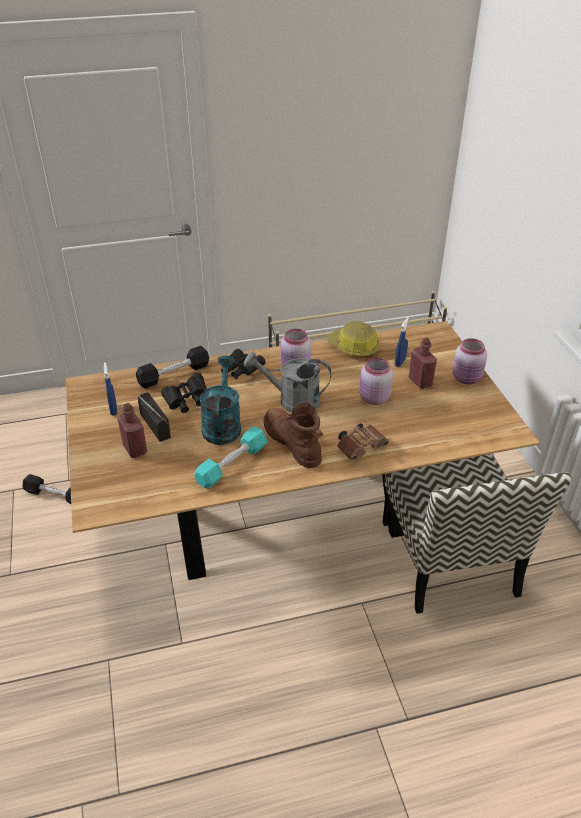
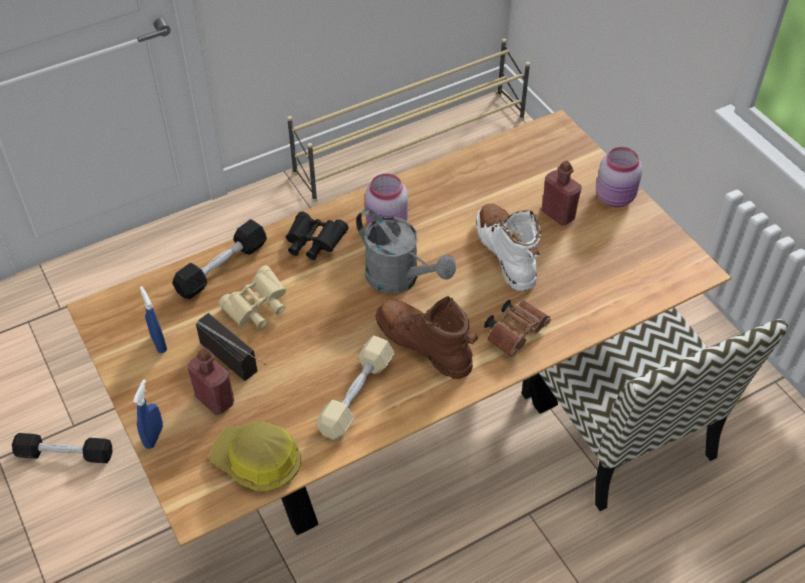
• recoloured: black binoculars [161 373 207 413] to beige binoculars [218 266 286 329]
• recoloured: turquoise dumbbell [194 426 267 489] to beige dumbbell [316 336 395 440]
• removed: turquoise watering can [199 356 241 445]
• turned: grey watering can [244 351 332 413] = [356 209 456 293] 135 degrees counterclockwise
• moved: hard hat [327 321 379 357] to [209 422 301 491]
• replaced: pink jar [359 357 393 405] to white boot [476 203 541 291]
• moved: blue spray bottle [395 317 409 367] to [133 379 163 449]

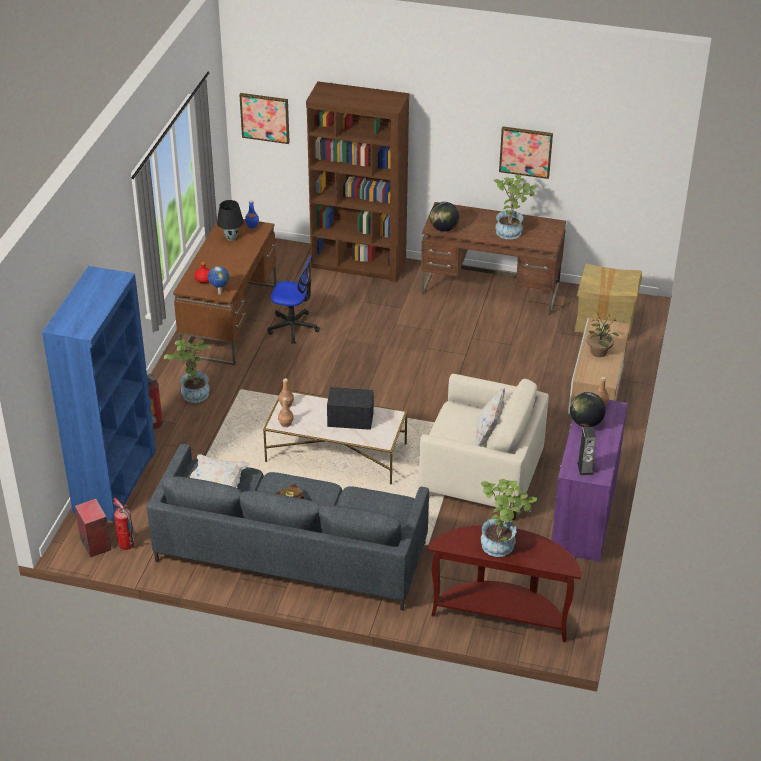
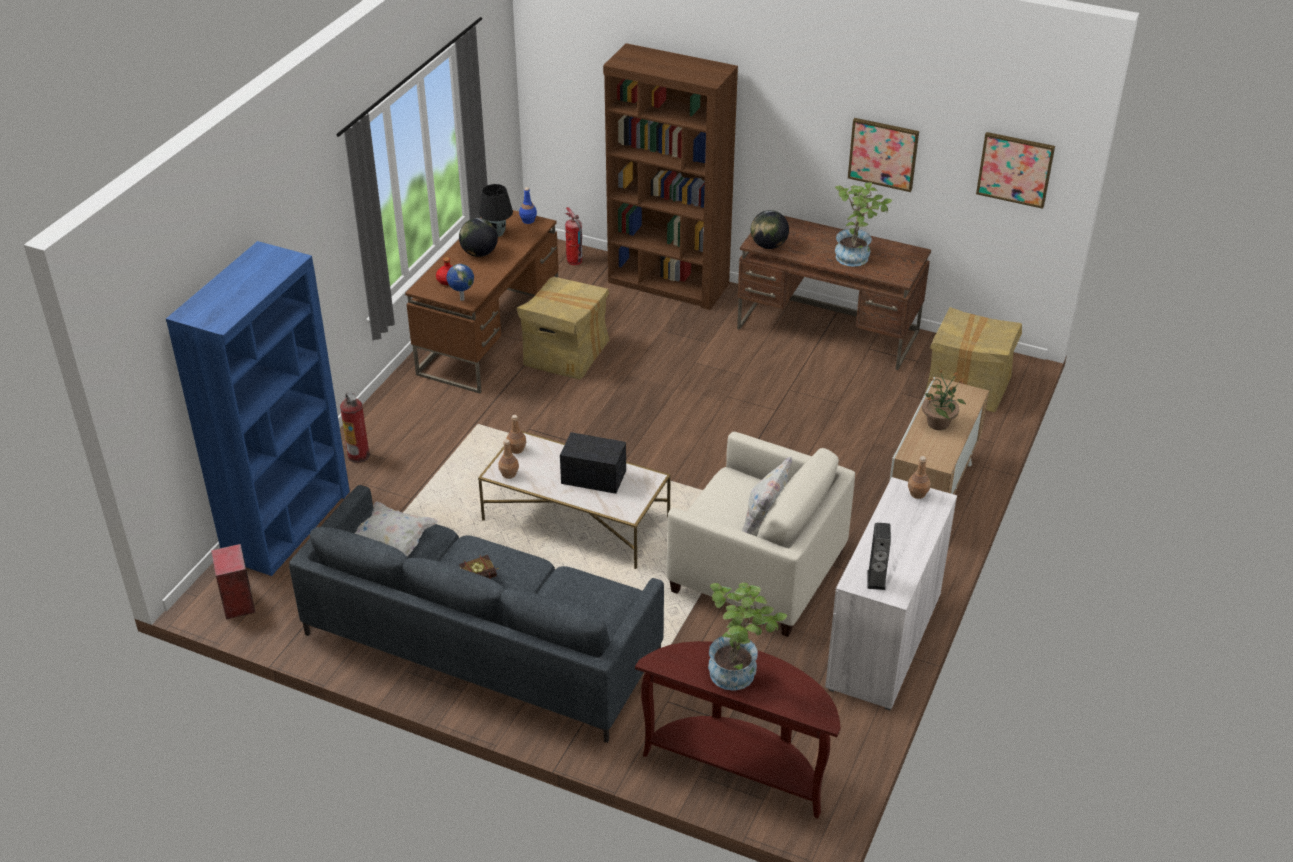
• moved: fire extinguisher [113 498 134 550] to [565 207 582 265]
• removed: potted plant [164 339 211 403]
• moved: picture [239 93 290 144] to [976 132 1055 209]
• replaced: office chair [268 255 320 344] to cardboard box [517 277 609 380]
• recoloured: purple cabinet [551 400 628 563] to white cabinet [825 477 957 710]
• moved: globe [570 392 606 427] to [459 218 498 257]

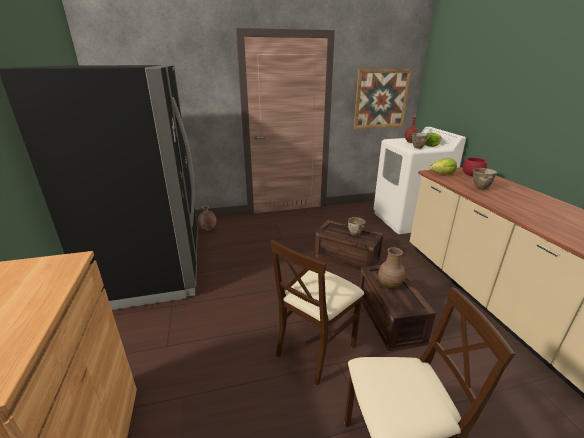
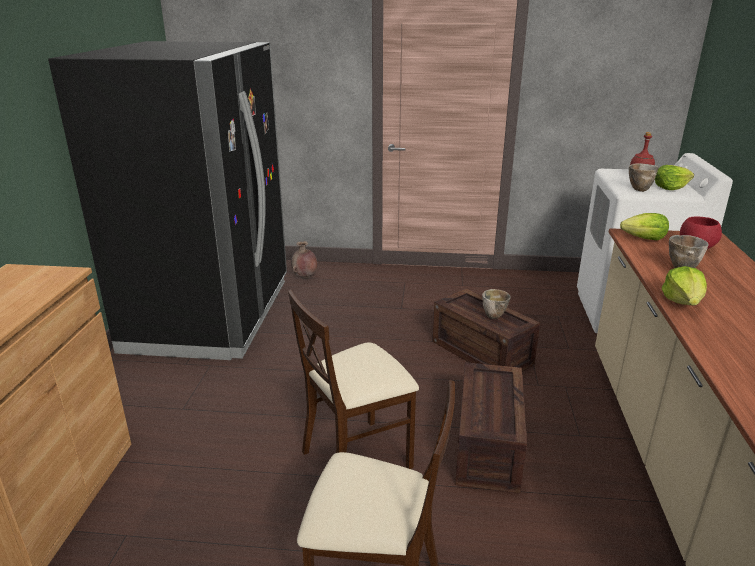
• removed: picture [353 69 412 129]
• removed: brown vase [378 247 405 289]
• added: lettuce [662 266 707 305]

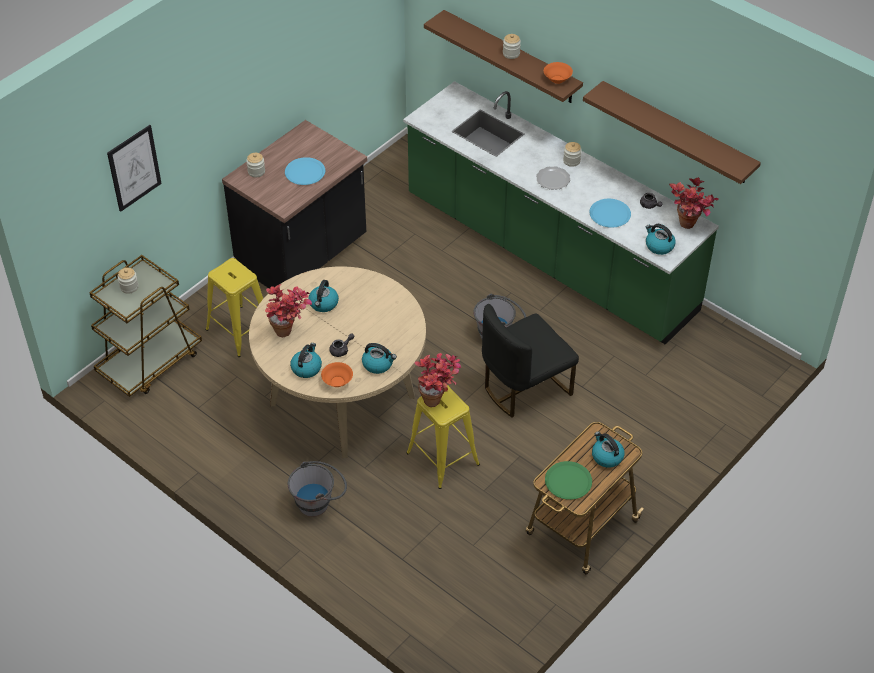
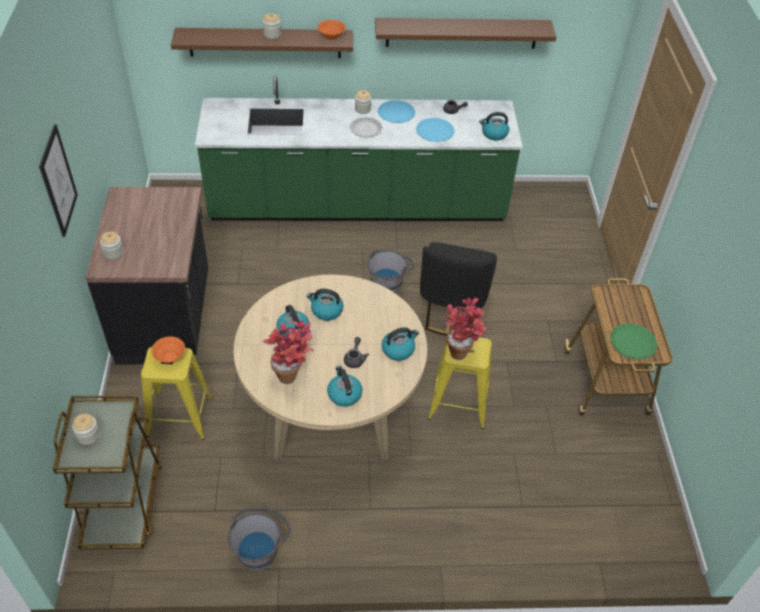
• moved: picture [107 125 162 212] to [39 124 78 237]
• moved: blue plate [285 157 325 185] to [378 100 415 123]
• moved: grey bucket [288 461 347 517] to [228 507 290 571]
• moved: orange bowl [321 362 353 387] to [151 336 185 363]
• moved: kettle [592 432 625 468] to [306 289 344 321]
• removed: potted plant [669 177 719 229]

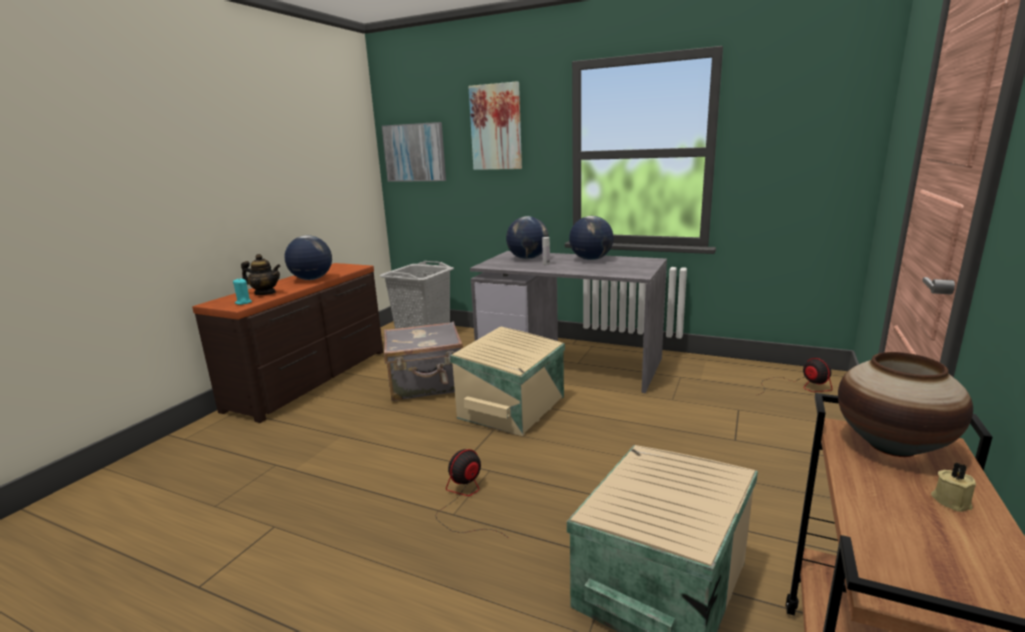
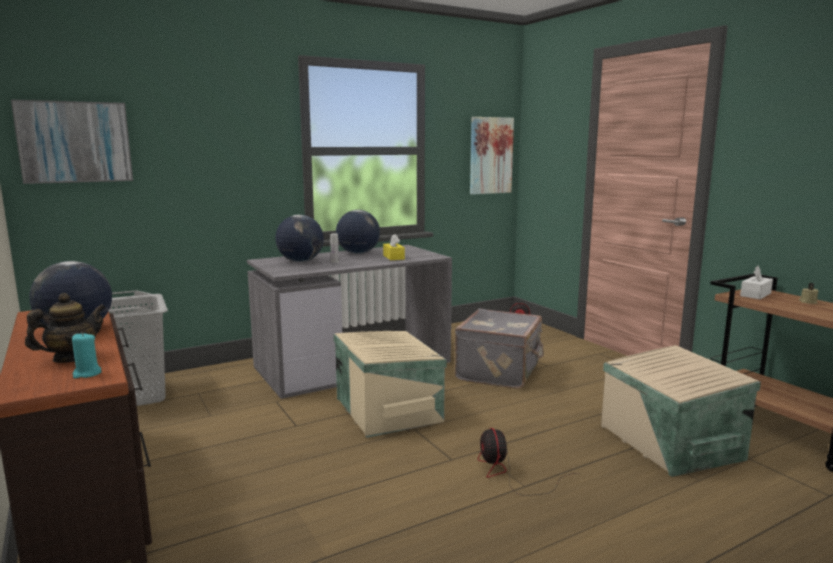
• moved: grey suitcase [384 322 463 401] to [455 309 544 389]
• moved: picture [468 81 522 170] to [470 117 514 195]
• replaced: vase [838 352 973 457] to white tissue box [740 266 773 299]
• added: yellow tissue box [383 234 405 260]

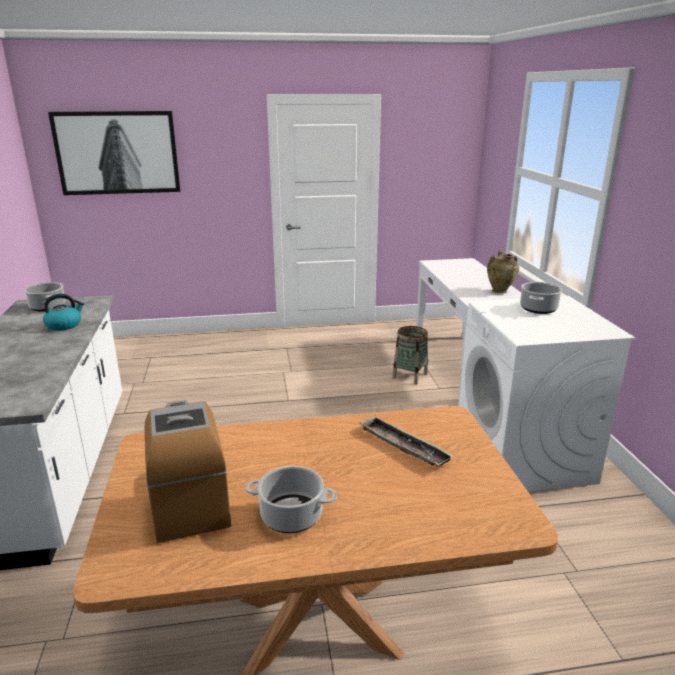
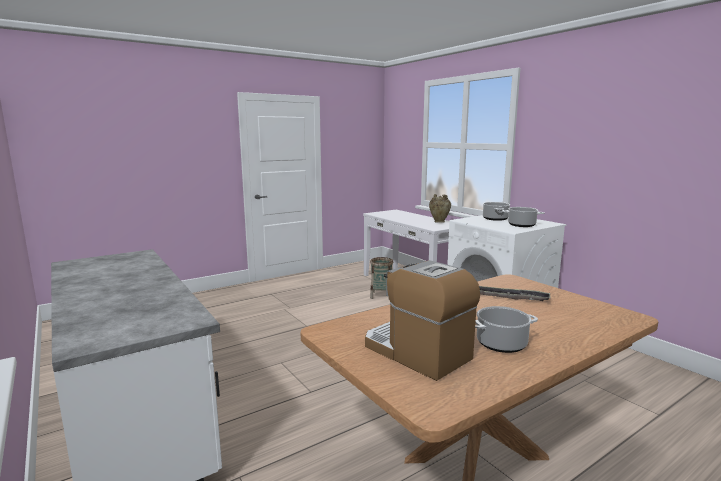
• moved: cooking pot [24 282 65 312] to [502 207 545 227]
• removed: kettle [43 294 84 331]
• removed: picture [48 111 180 195]

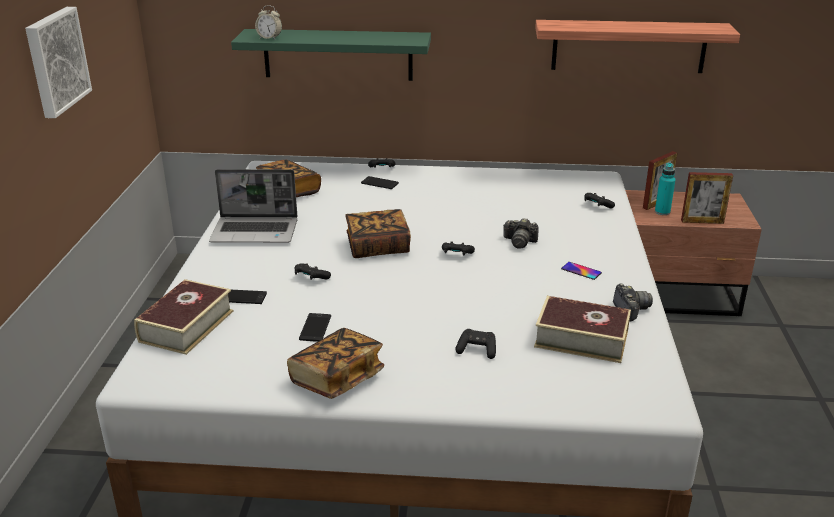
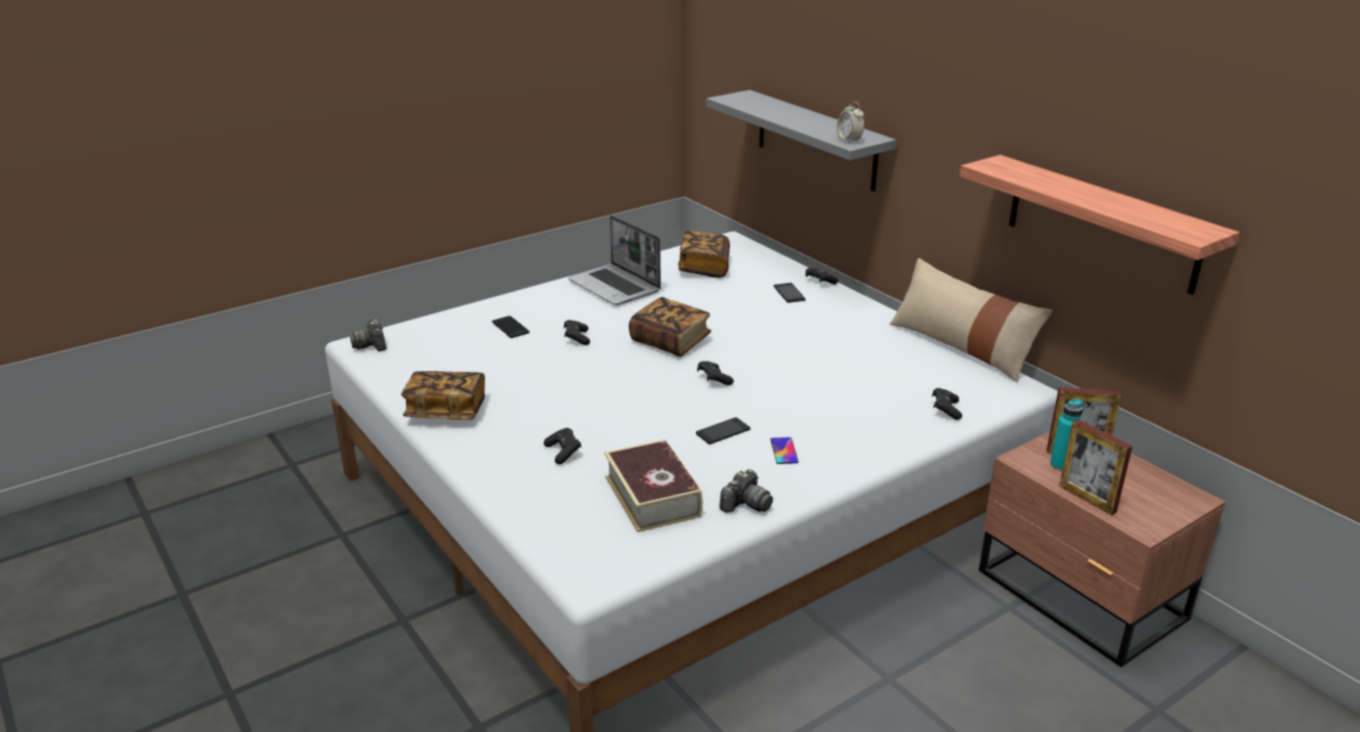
• removed: picture [25 7 92 118]
• removed: book [134 279 234 355]
• recoloured: green shelf [231 29 431 81] to grey shelf [706 90 896 192]
• moved: alarm clock [255 5 282 39] to [837 102 864 144]
• moved: phone [299 313 331 342] to [696 417 750 444]
• moved: photo camera [503 218 539 249] to [349 319 387 352]
• added: beige pillow [890 258 1053 382]

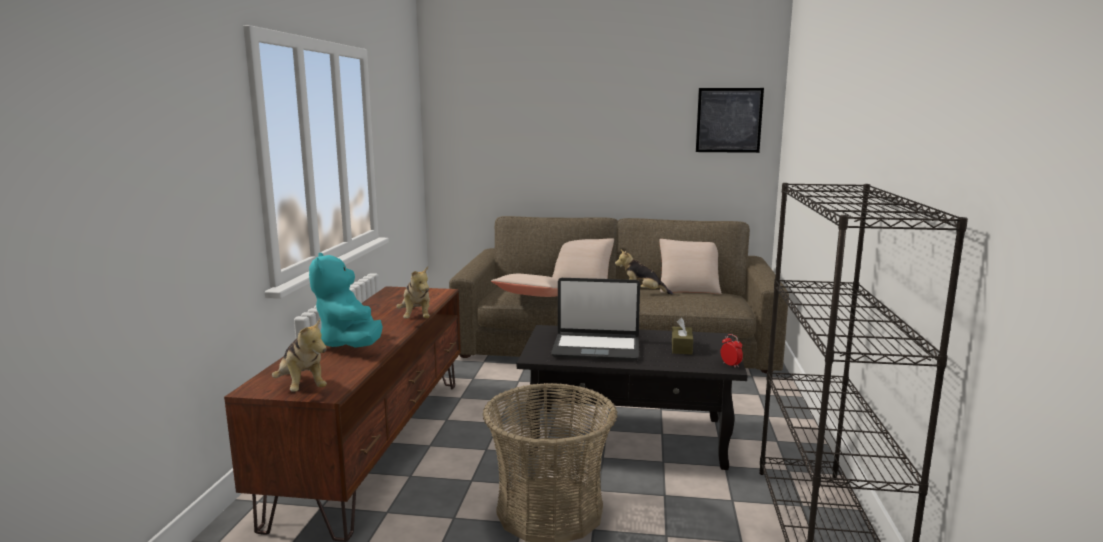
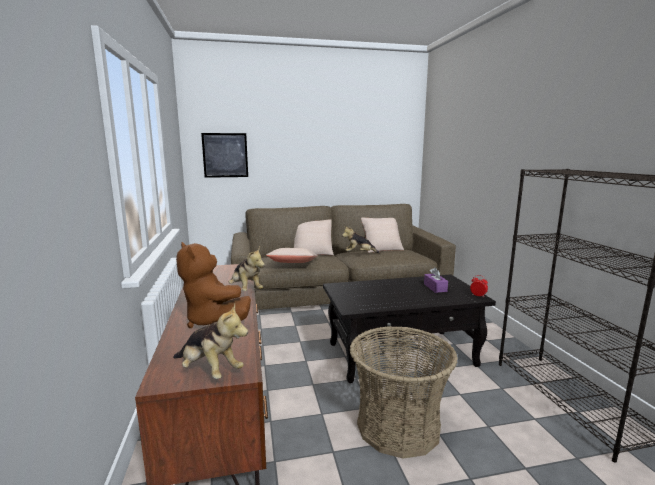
• recoloured: turquoise plush toy [309 253 383 347] to brown plush toy [176 242 251 328]
• removed: laptop [551 278 640 361]
• recoloured: brown tissue box [672 318 693 355] to purple tissue box [424 267 448 293]
• moved: picture [696 88 764 153] to [201 133 248 178]

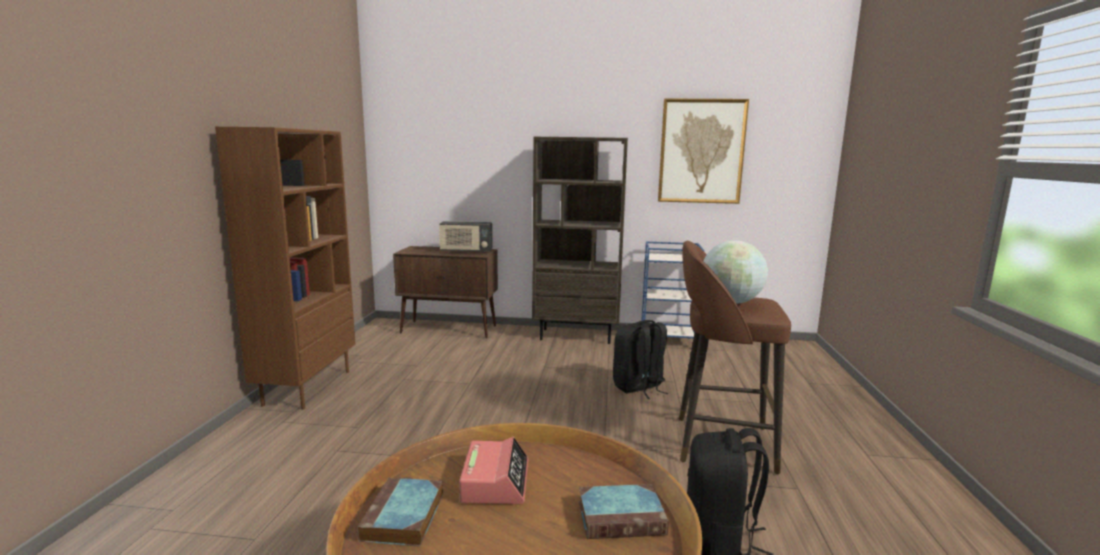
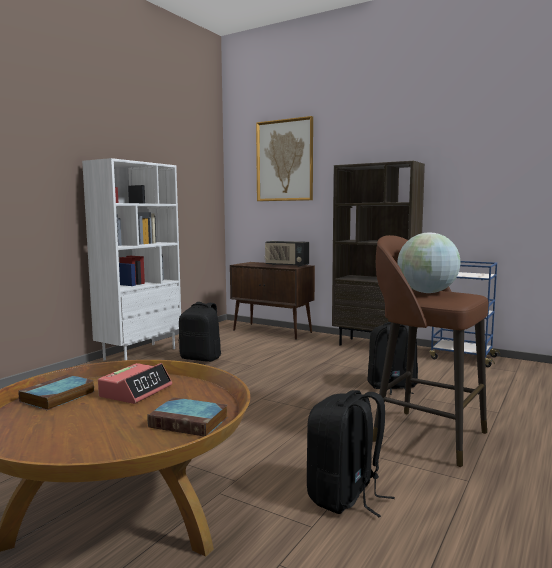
• recoloured: brown bookcase [215 127 355 410] to white bookcase [82 158 181 361]
• moved: picture [658 98 749 204] to [256 116 313 201]
• added: black backpack [179 302 221 362]

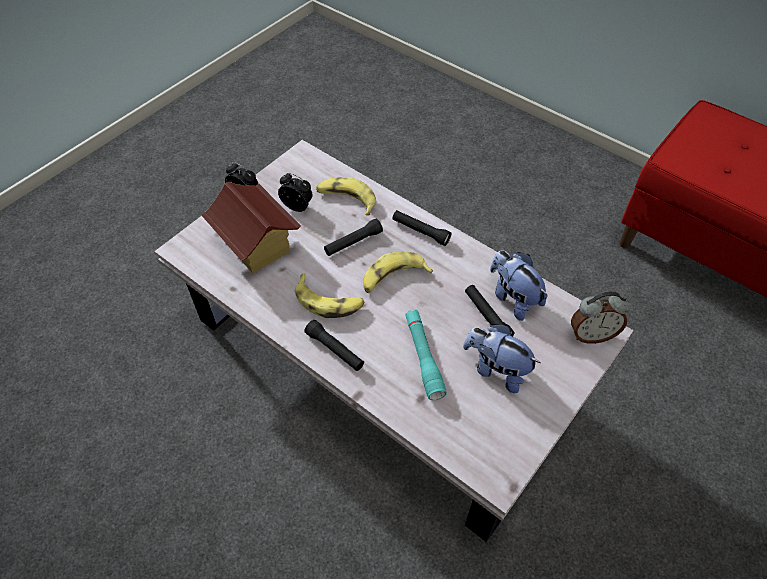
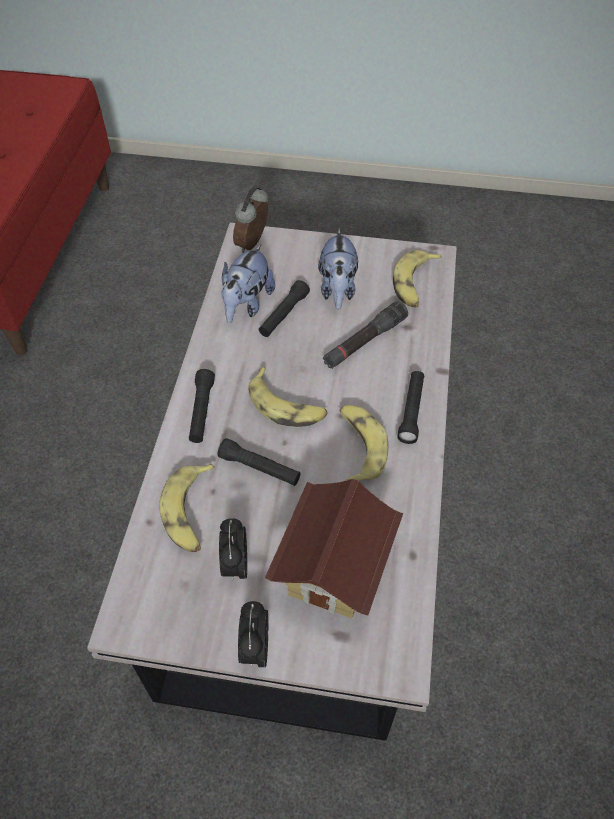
• recoloured: turquoise flashlight [405 310 447 400] to black flashlight [323 301 408 369]
• turned: alarm clock [571 291 629 344] = [233 186 268 253] 120 degrees counterclockwise
• added: banana [393 250 442 308]

